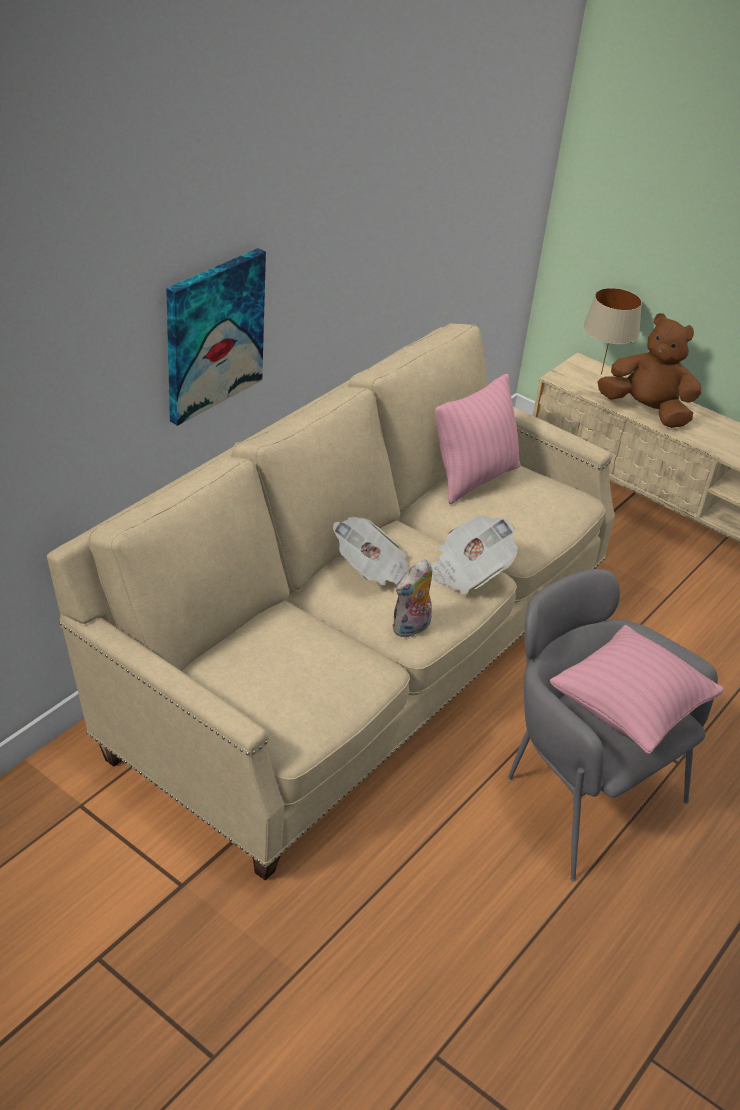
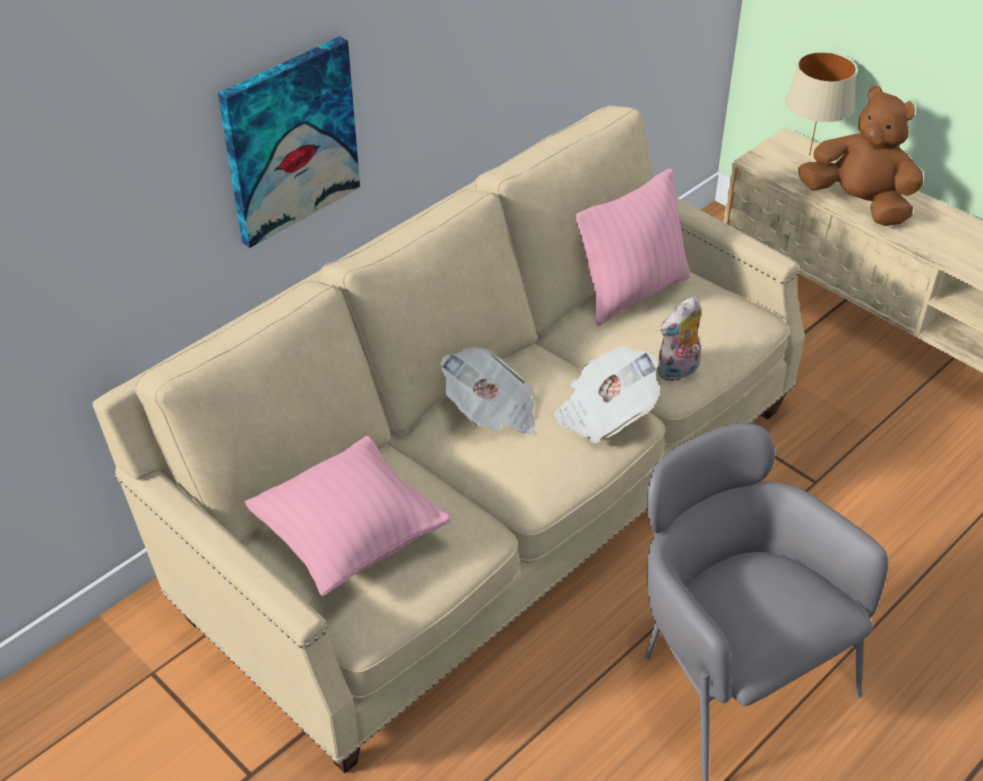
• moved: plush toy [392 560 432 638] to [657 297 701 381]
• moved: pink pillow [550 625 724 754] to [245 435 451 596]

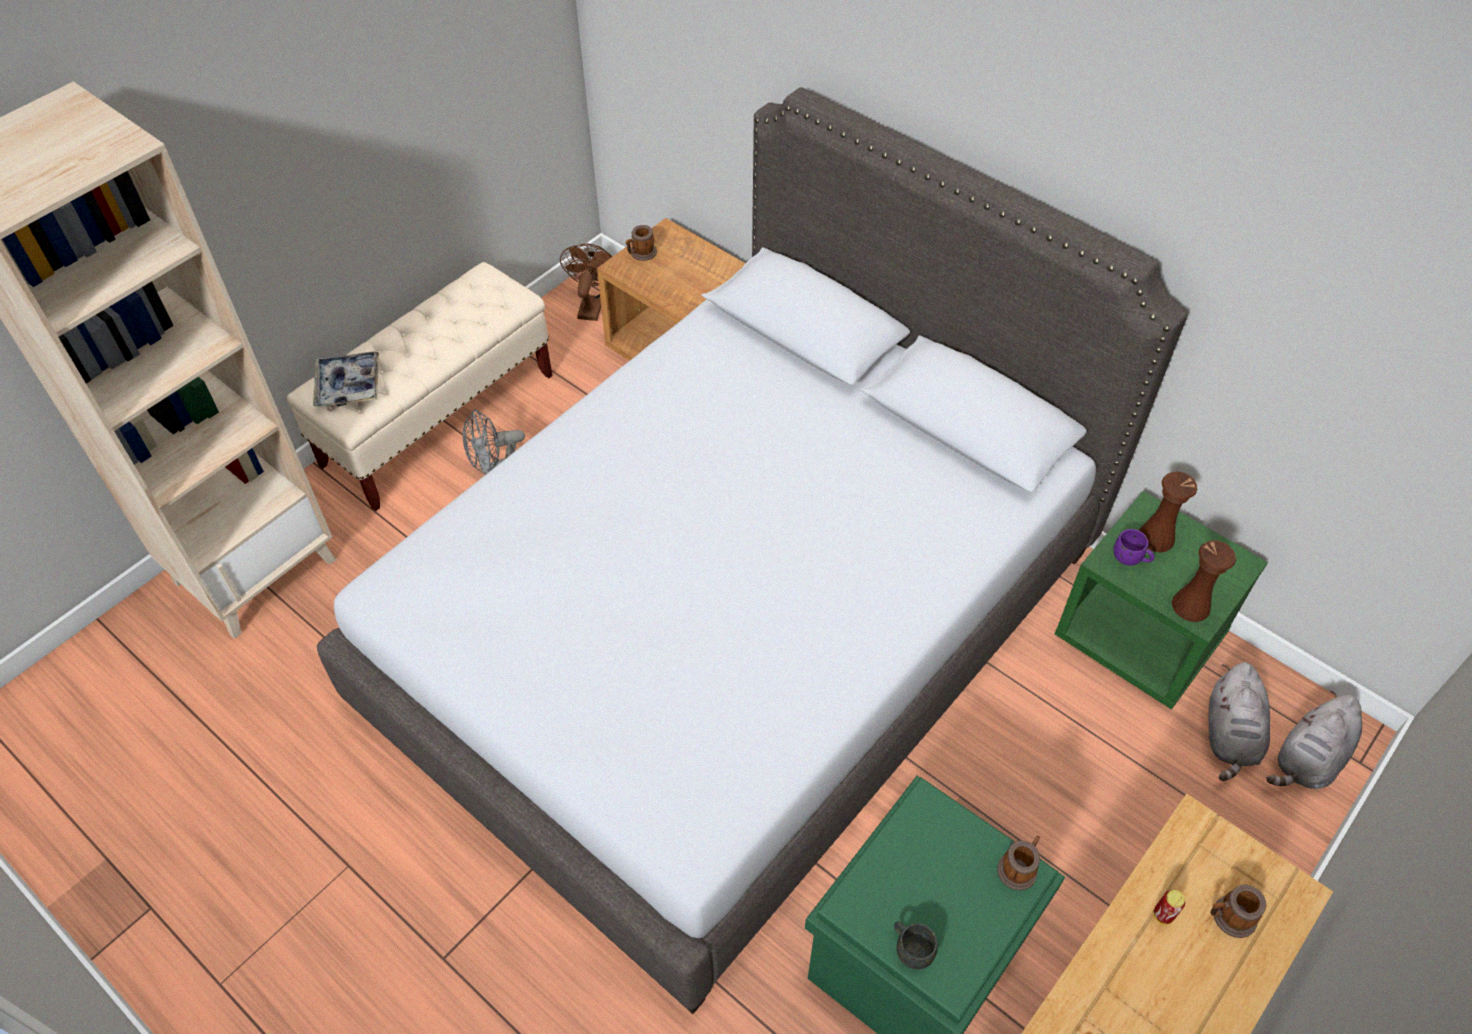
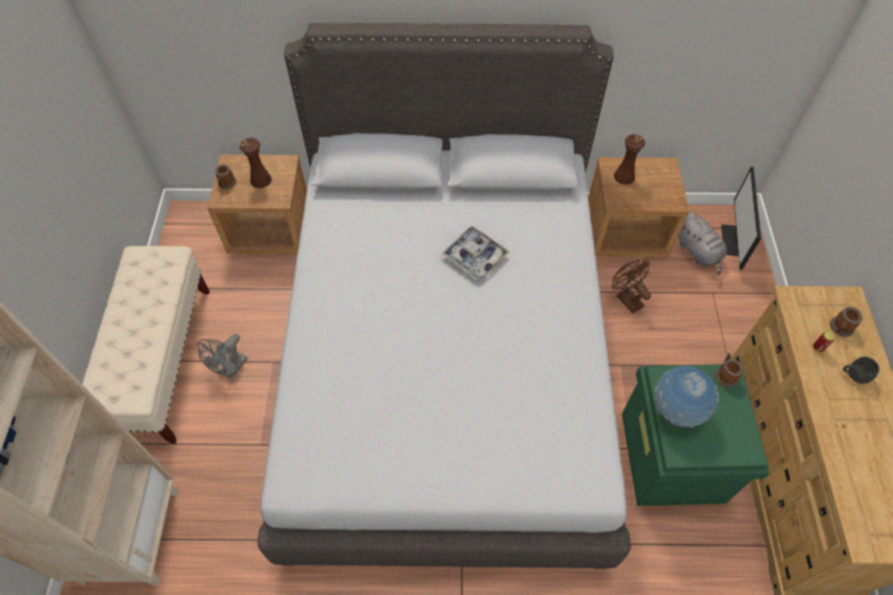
• moved: tray [313 351 379 407] to [442 226 509 281]
• moved: brown fan [560 244 613 321] to [612 260 651 313]
• moved: grey mug [894 921 938 969] to [843 356 880 384]
• recoloured: green nightstand [1055 491 1268 709] to brown nightstand [588 157 689 257]
• removed: purple mug [1113 529 1154 566]
• moved: brown vase [1172 540 1236 622] to [240 138 272 188]
• replaced: grey plush toy [1266 691 1362 789] to monitor [721 167 761 270]
• added: globe [654 366 719 427]

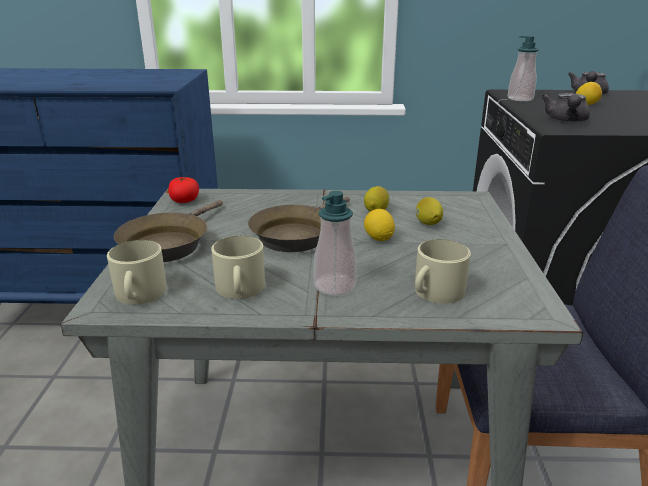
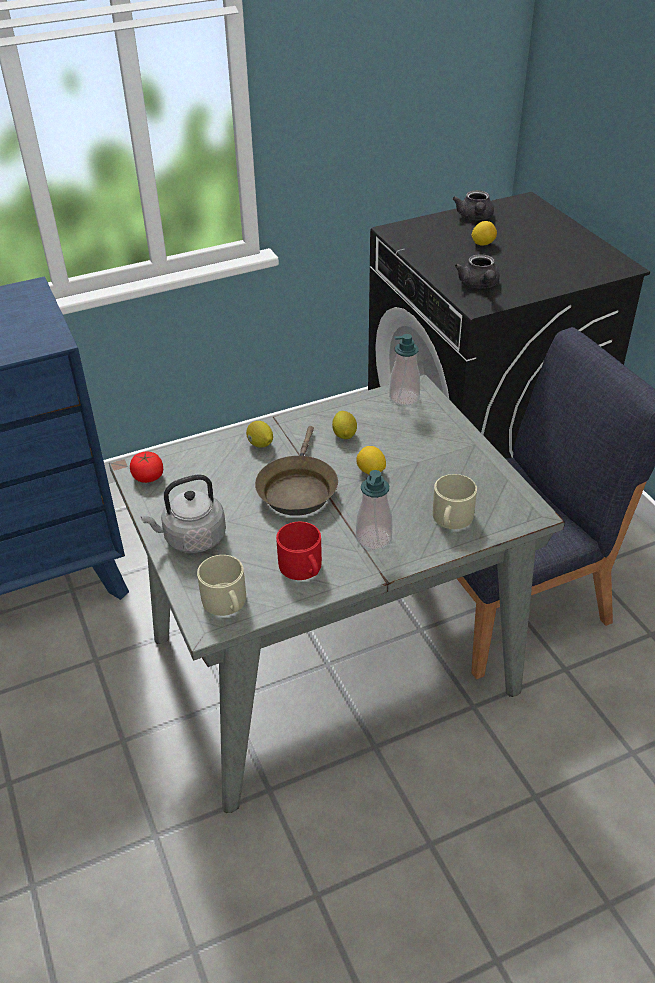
• replaced: brown frying pan [114 200 223 262] to grey kettle [141 475 226 553]
• recoloured: beige mug [211 236 265 299] to red mug [276 522 322 580]
• moved: lemon [416 197 443 225] to [246 421 273 448]
• moved: soap dispenser [508 36 539 101] to [389 334 420 406]

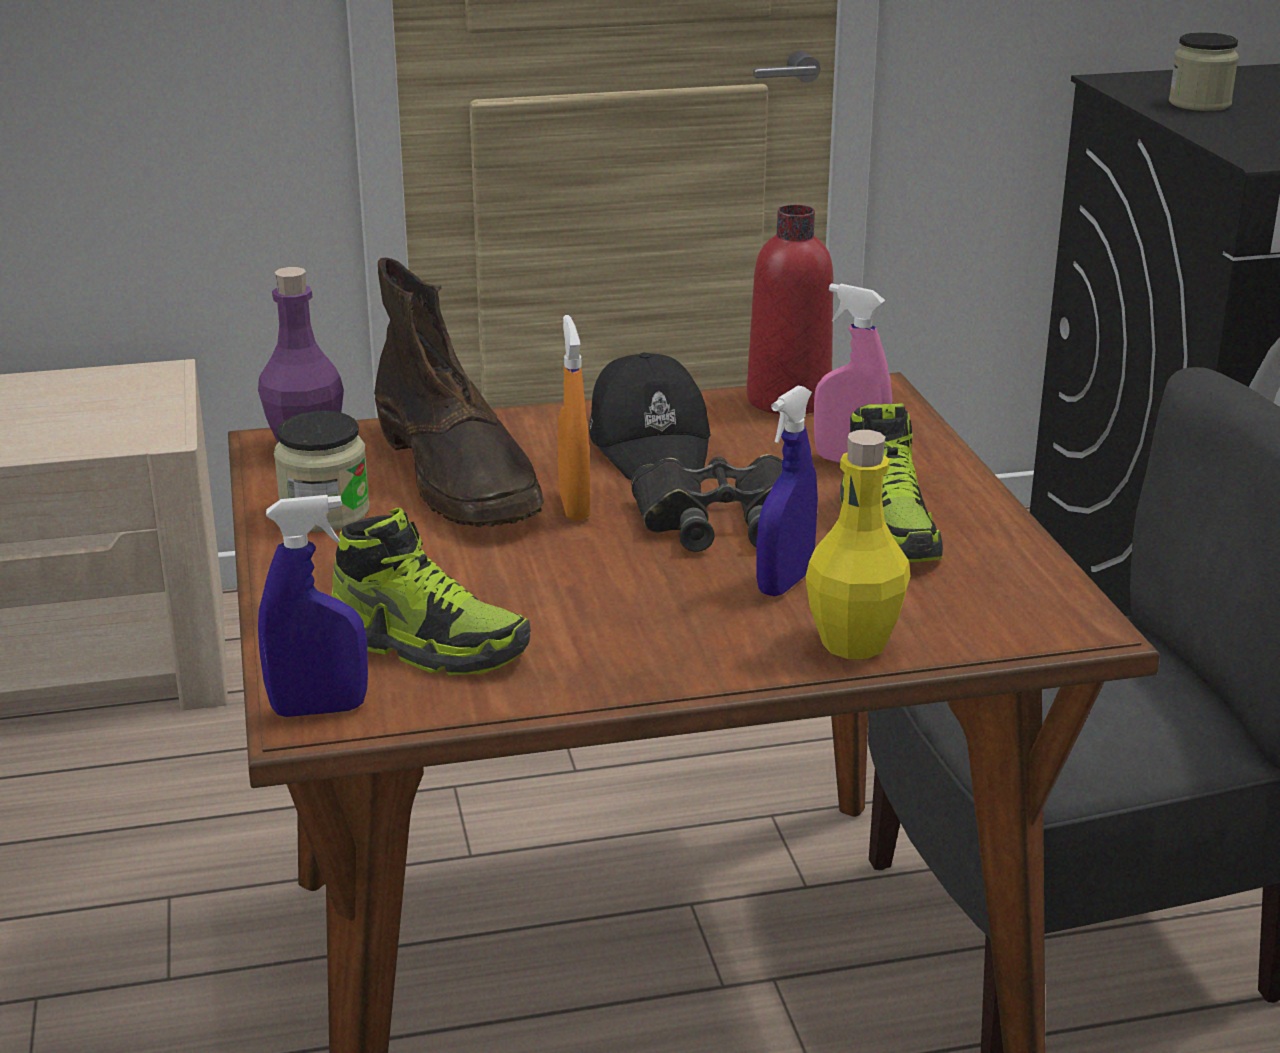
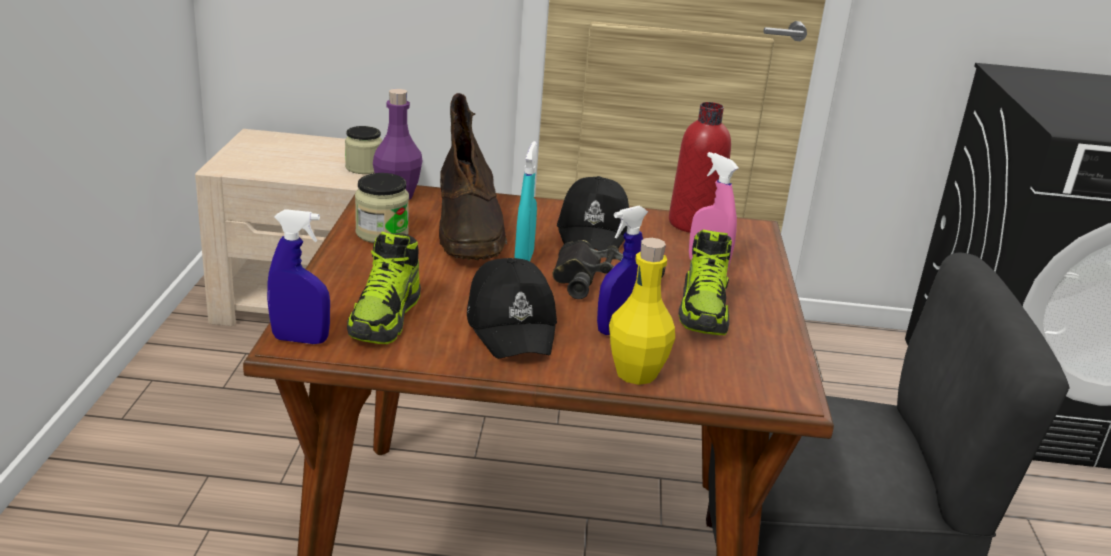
• turned: shoe [331 508 531 675] = [347 231 421 344] 60 degrees clockwise
• recoloured: orange spray bottle [558 315 590 521] to turquoise spray bottle [515 141 537 261]
• moved: jar [1169 32 1239 111] to [345 126 382 174]
• added: black cap [467 258 557 359]

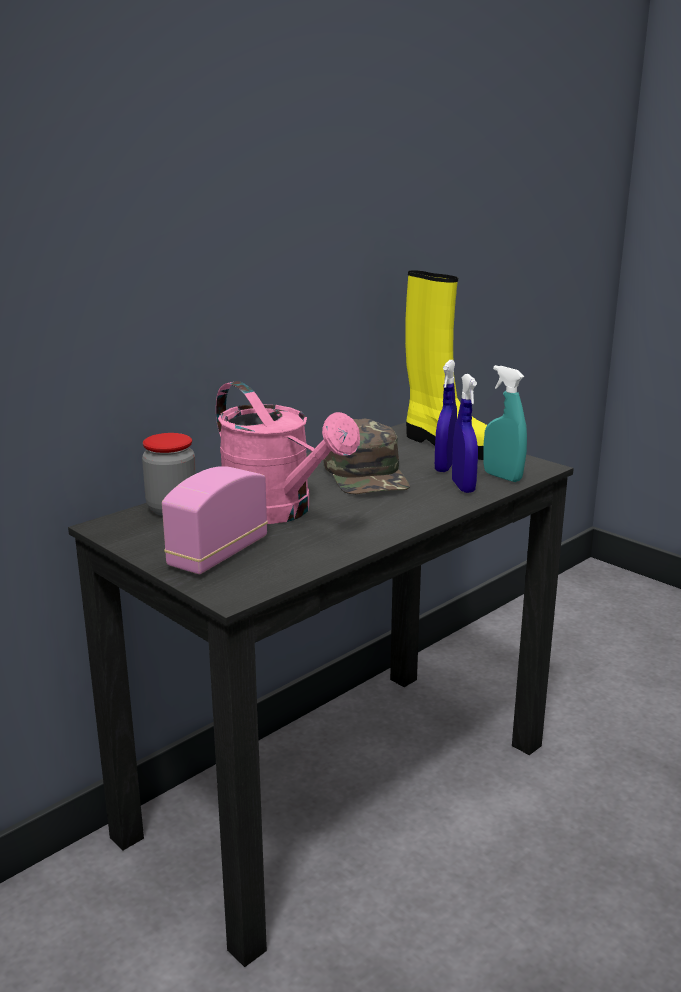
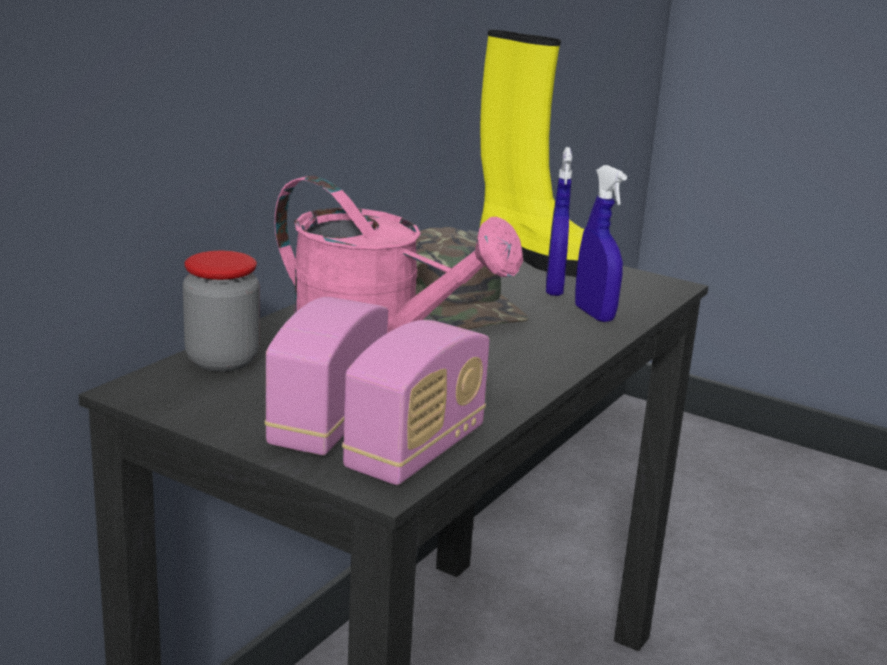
• removed: turquoise spray bottle [483 365 527 482]
• added: radio [342 320 490 485]

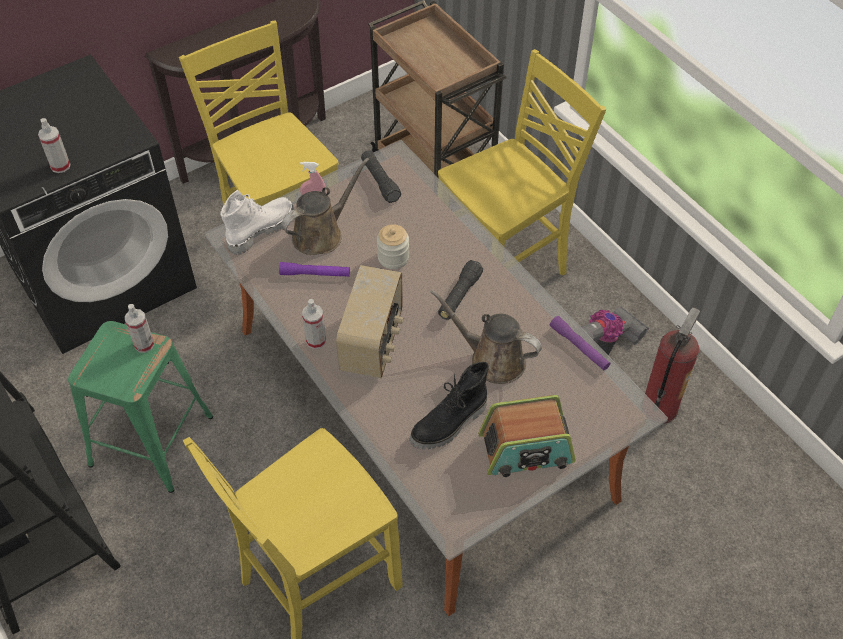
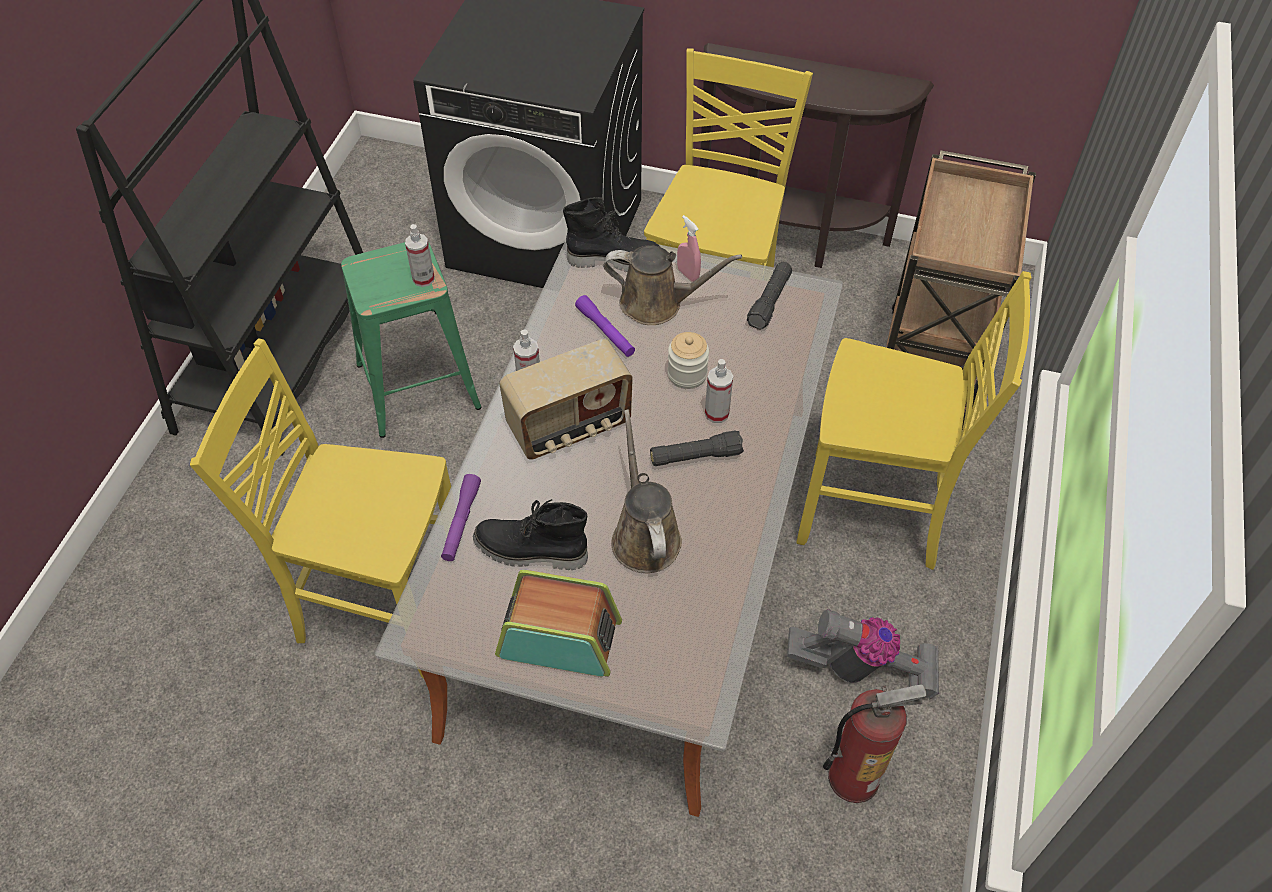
• moved: spray bottle [38 118 71 173] to [705 359 733 423]
• recoloured: white boot [220 190 294 255] to black boot [563 197 660 272]
• turned: radio [478 395 576 477] = [495 570 622 676] 150 degrees clockwise
• moved: purple flashlight [550 316 610 371] to [441 474 481 561]

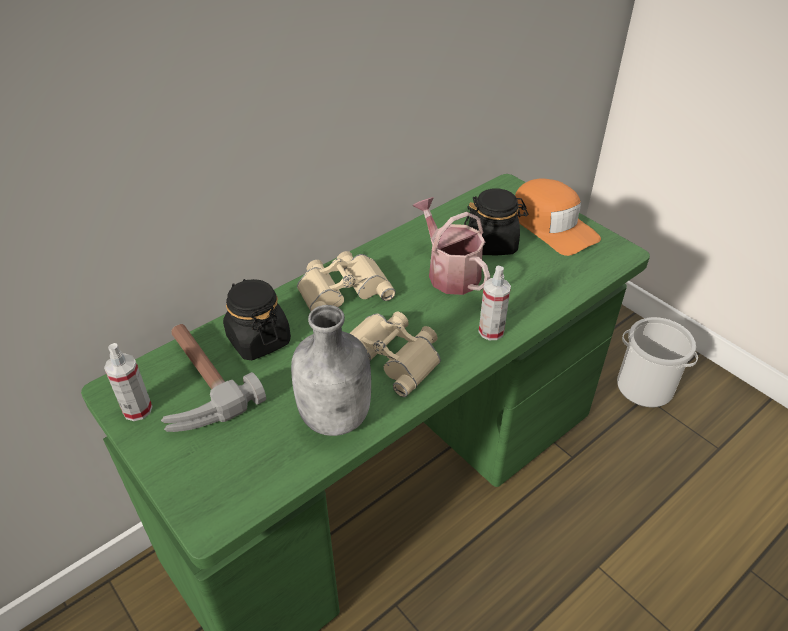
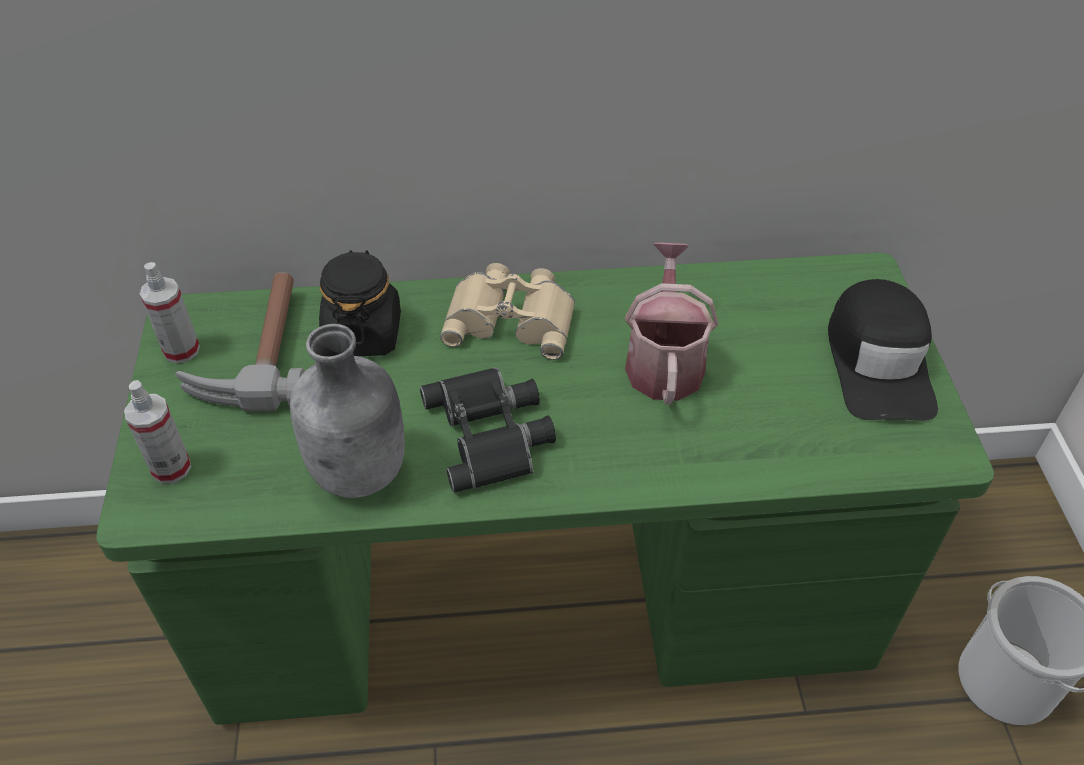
• recoloured: beige binoculars [349 312 441 397] to black binoculars [420 367 556 493]
• removed: black jar [464 188 528 255]
• moved: spray bottle [479 266 511 340] to [124 380 191 484]
• recoloured: orange cap [515 179 601 256] to black cap [828 279 938 421]

